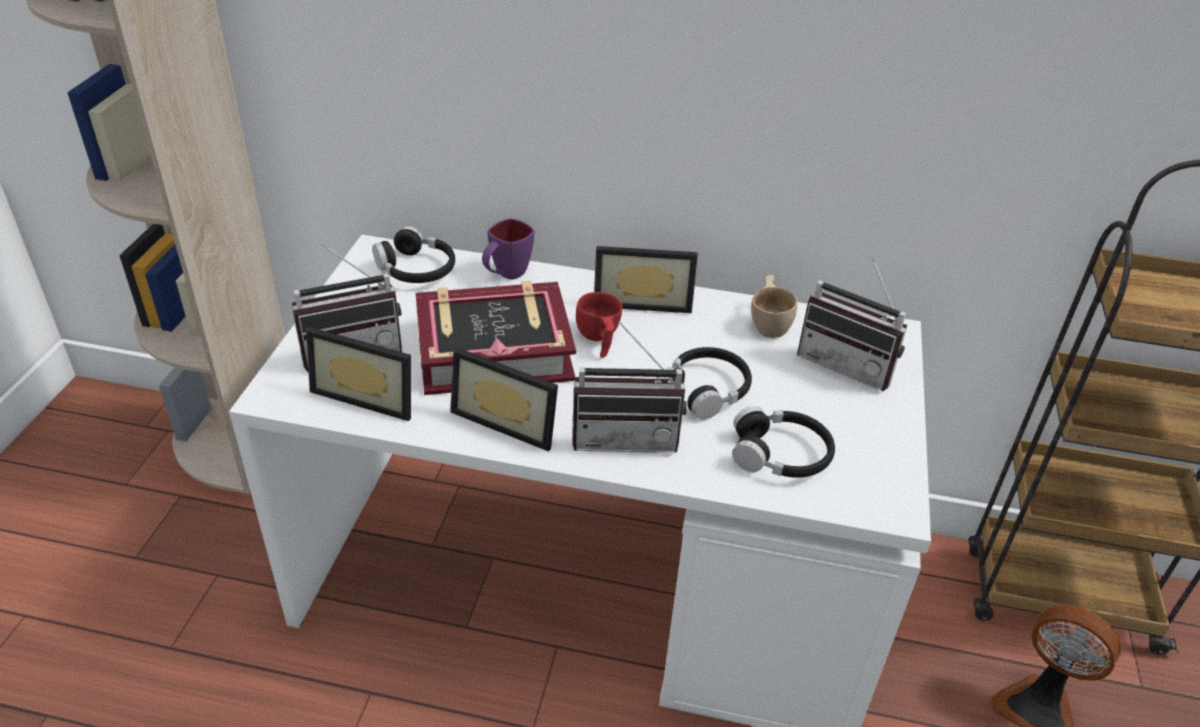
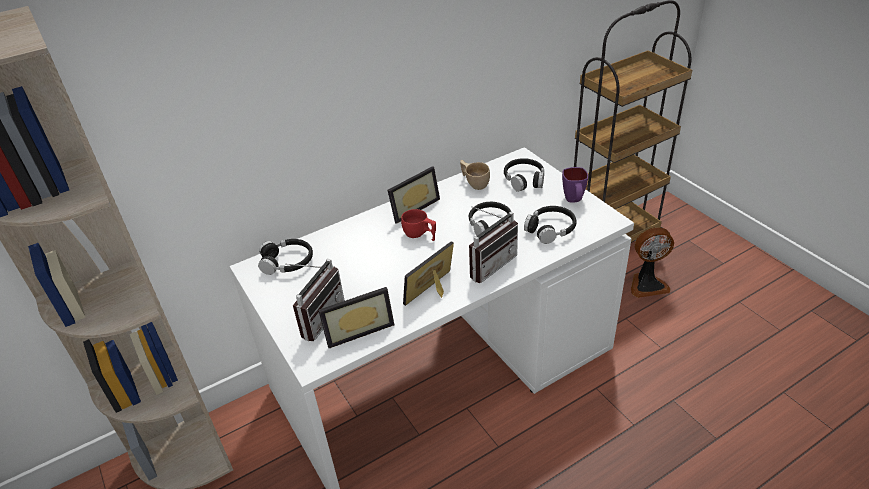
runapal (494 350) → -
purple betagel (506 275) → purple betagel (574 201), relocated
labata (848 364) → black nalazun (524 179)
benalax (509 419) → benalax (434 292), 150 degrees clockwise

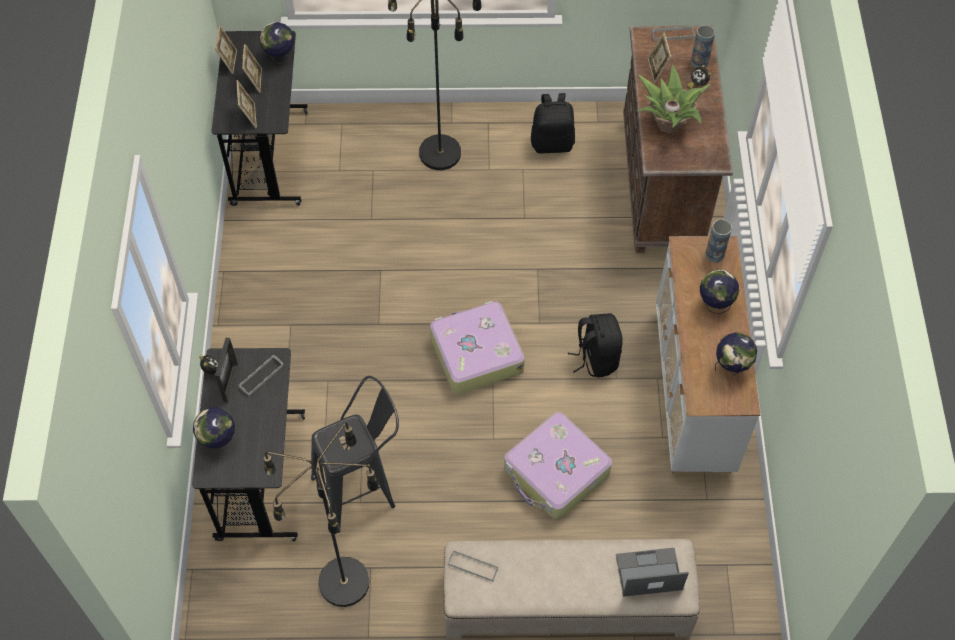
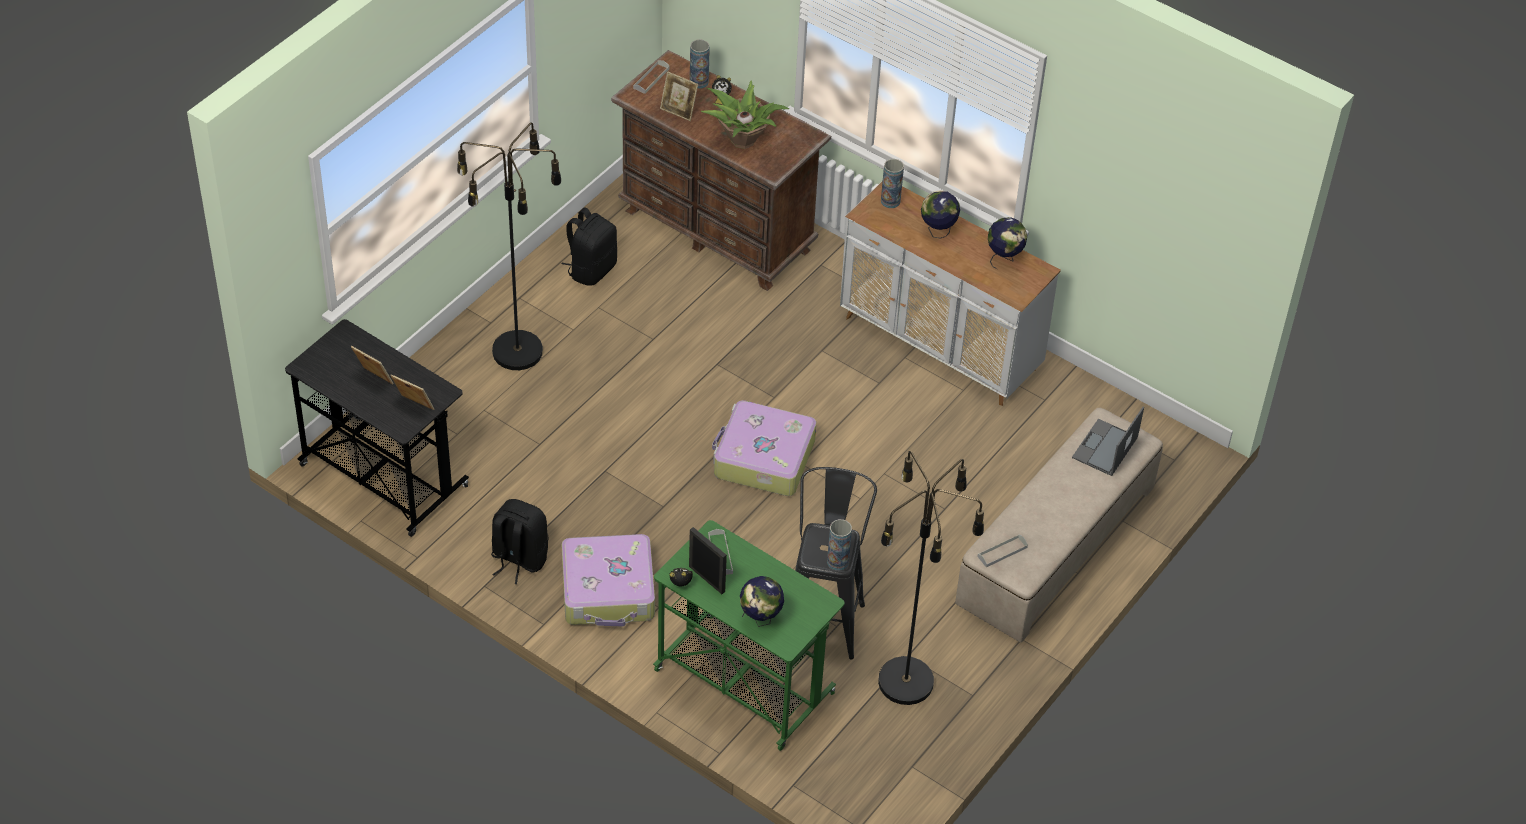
benalax (228 61) → -
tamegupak (280 57) → -
- → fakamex (837 562)
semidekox (556 473) → semidekox (609 591), relocated
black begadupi (596 358) → black begadupi (518 559), relocated
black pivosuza (261 476) → green pivosuza (743 682)

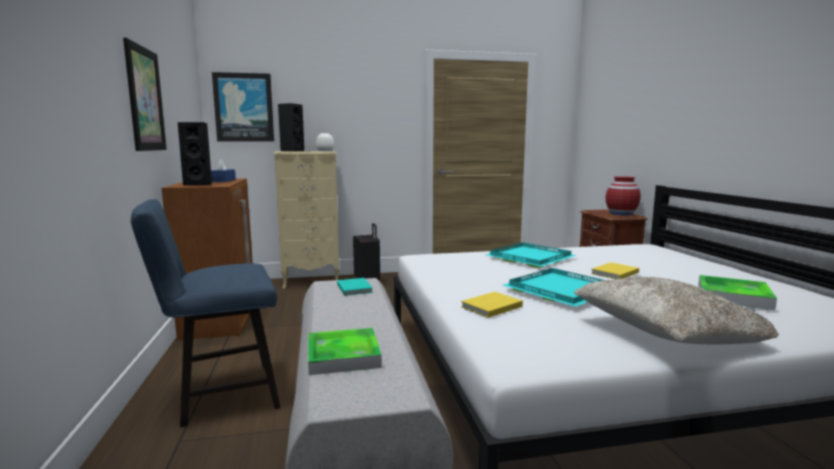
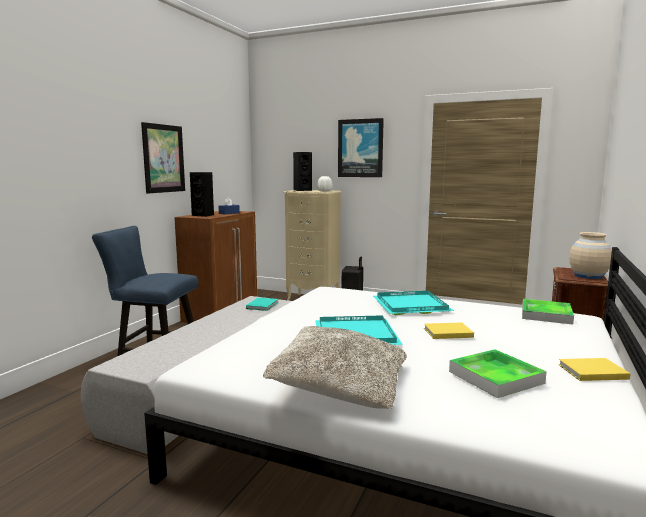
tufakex (244 107) → tufakex (360 148), relocated
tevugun (343 355) → tevugun (546 315), relocated
yellow runapal (490 307) → yellow runapal (590 371), relocated
red fakamex (621 213) → beige fakamex (588 276)

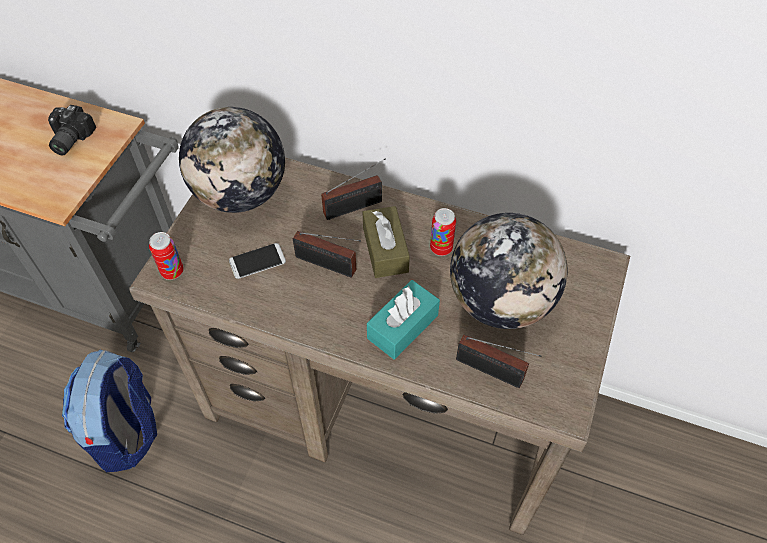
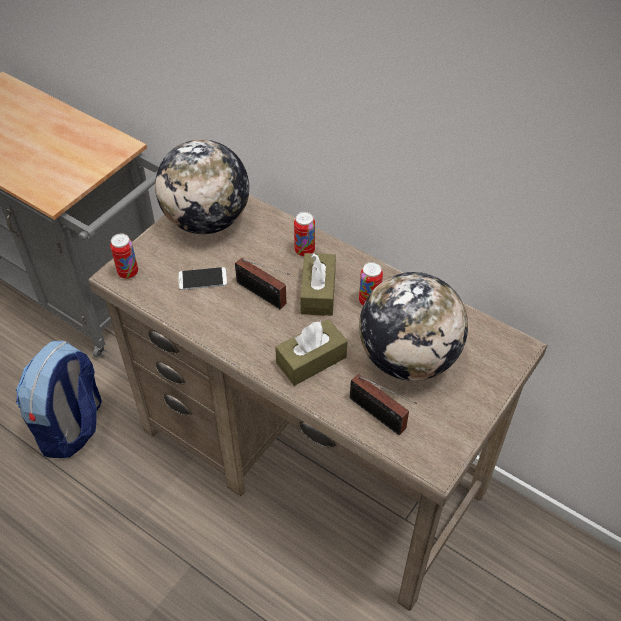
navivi (68 139) → -
labata (356 207) → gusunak (304 251)
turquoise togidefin (402 326) → brown togidefin (311 360)

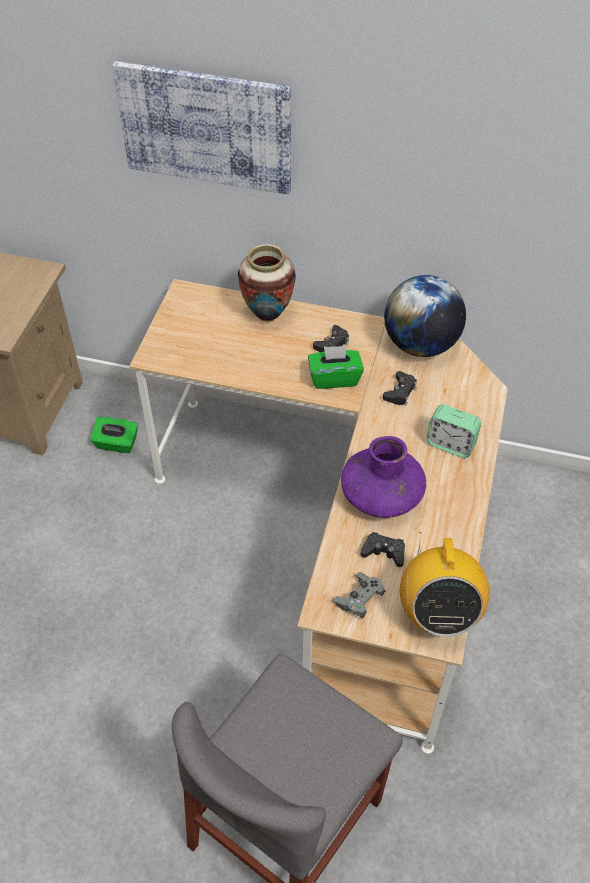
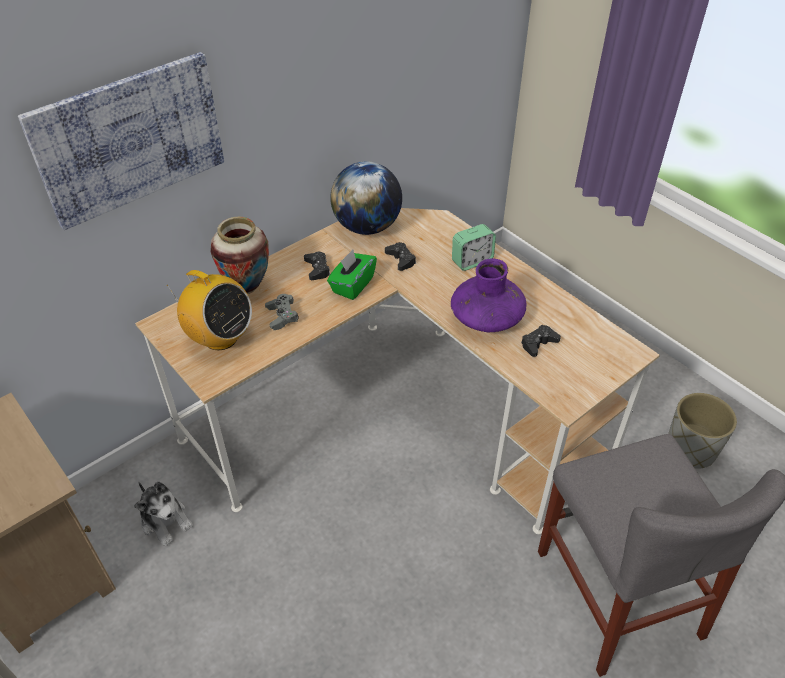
- → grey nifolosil (690 449)
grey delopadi (359 599) → grey delopadi (282 317), relocated
labata (438 613) → labata (220 338), relocated
green togidefin (116 444) → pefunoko (165 520)

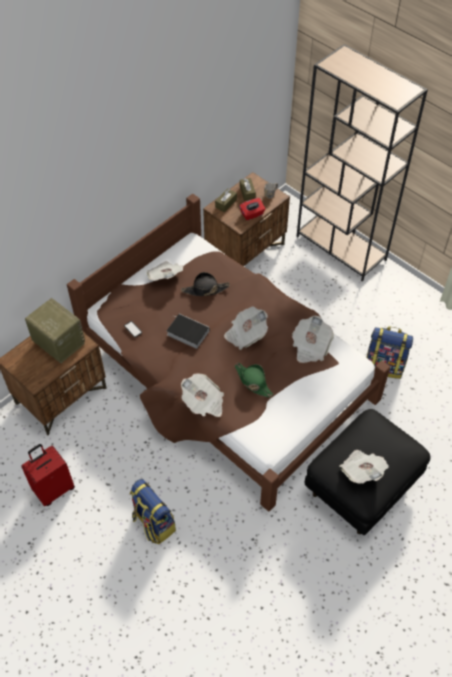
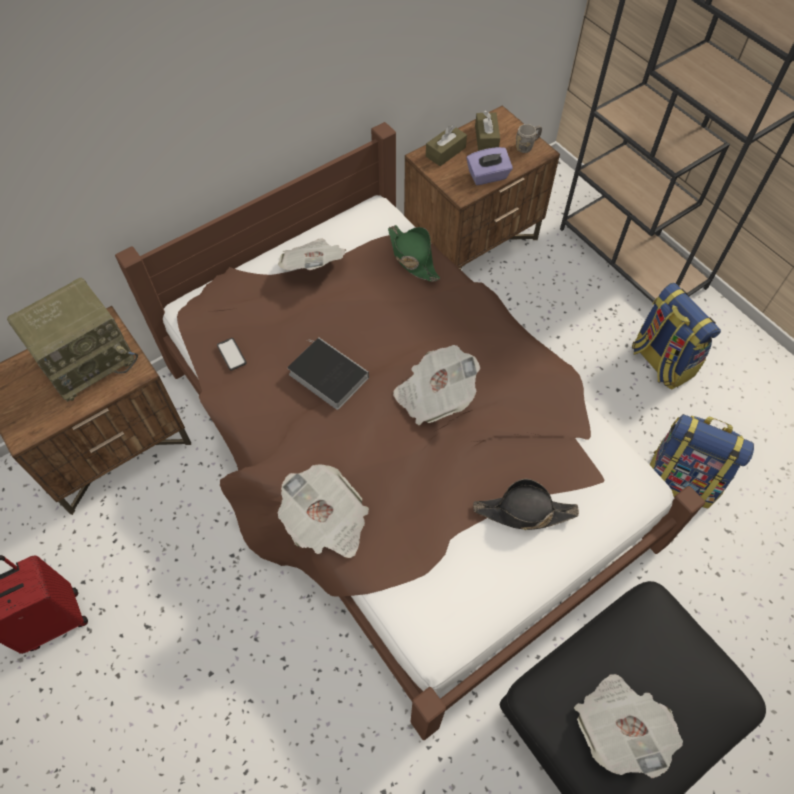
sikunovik (310 347) → -
begadupi (153 523) → begadupi (660 361), relocated
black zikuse (205 289) → black zikuse (524 512), relocated
green zikuse (253 382) → green zikuse (412 257), relocated
red togidefin (252 214) → purple togidefin (488 176)
labata (58 342) → labata (88 360), 90 degrees clockwise

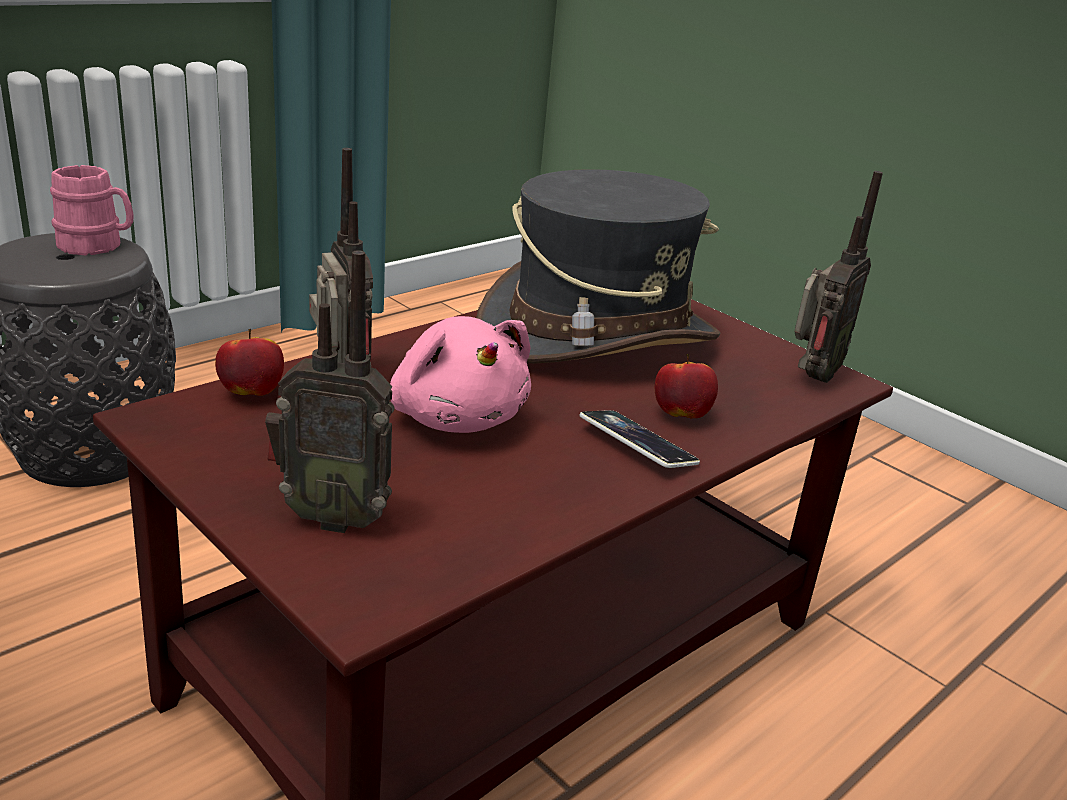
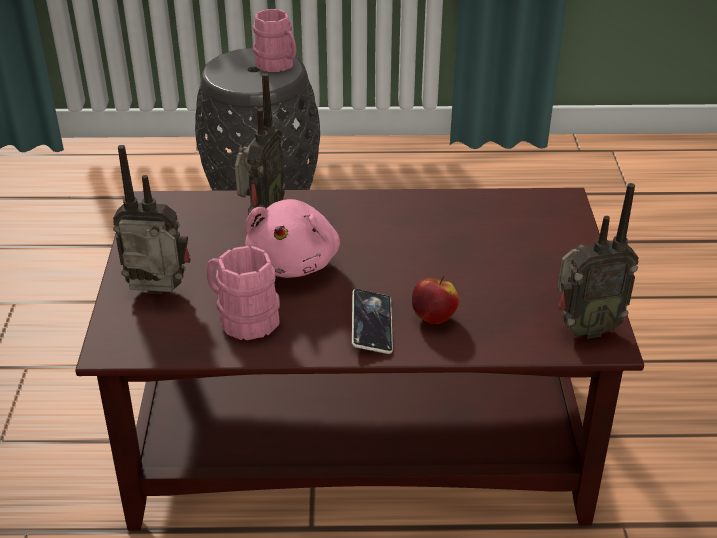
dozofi (251 393) → -
grey zikuse (597 336) → -
- → pink betagel (242 318)
labata (333 516) → labata (158 295), 135 degrees clockwise

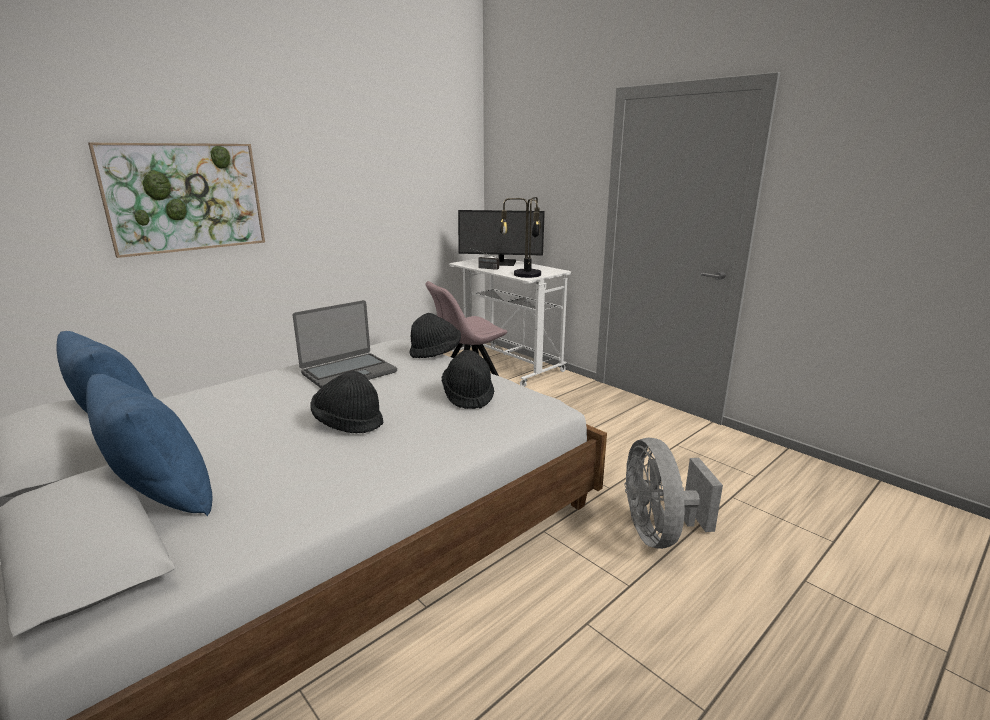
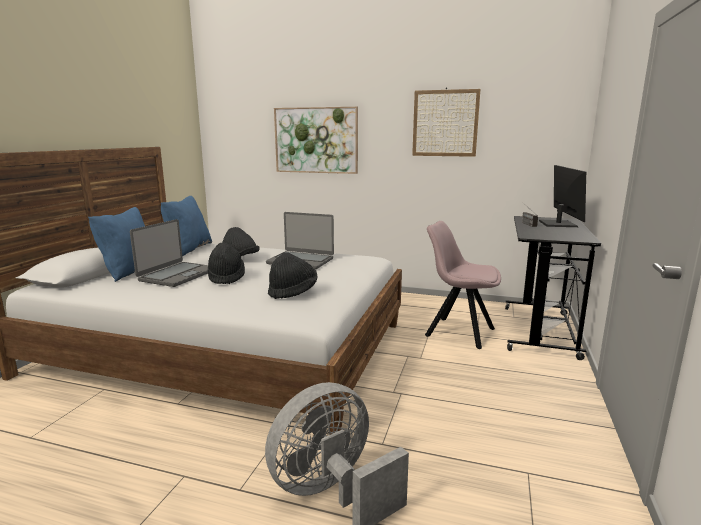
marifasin (526 274) → -
- → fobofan (177 275)
- → tufakex (445 122)
black zikuse (435 353) → black zikuse (240 259), relocated
white pivosuza (507 364) → black pivosuza (539 331)
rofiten (501 263) → rofiten (559 224), 150 degrees counterclockwise

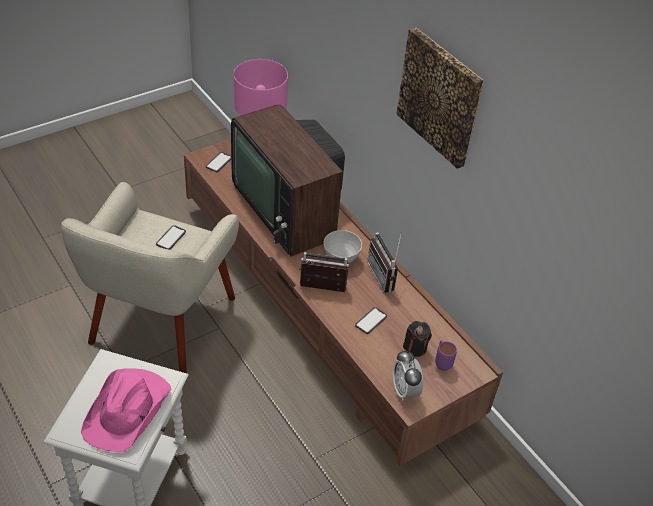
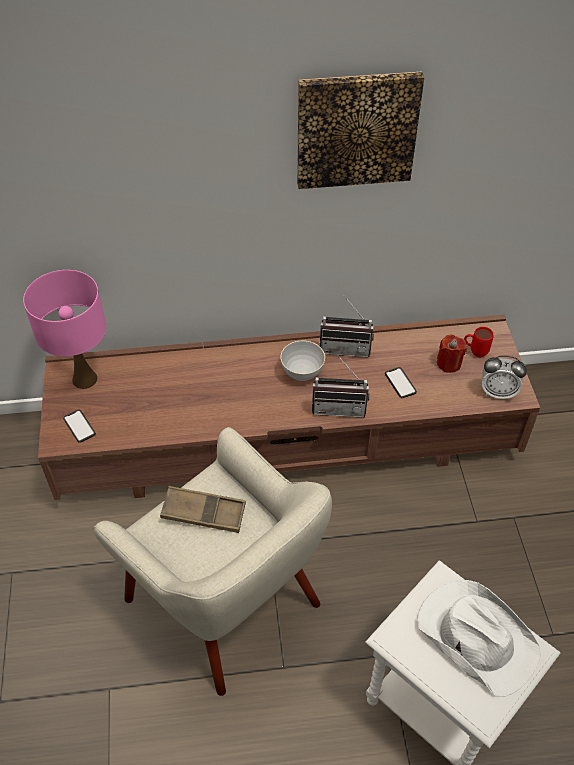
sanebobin (289 206) → -
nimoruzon (171 238) → brown tevugun (204 513)
pink zikuse (128 410) → white zikuse (475 636)
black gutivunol (415 347) → red gutivunol (449 363)
purple betagel (442 362) → red betagel (475 352)
labata (321 290) → labata (339 406), 120 degrees counterclockwise

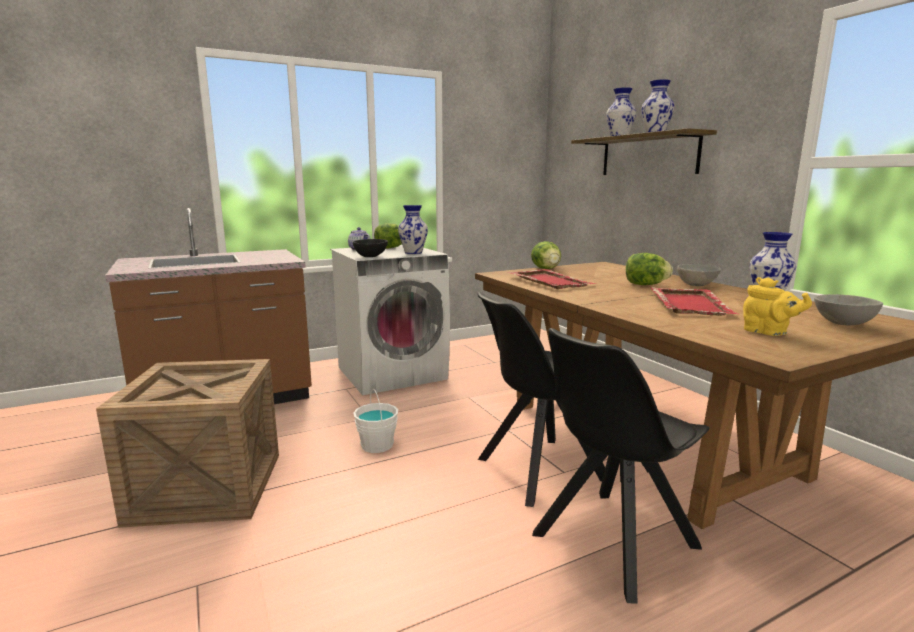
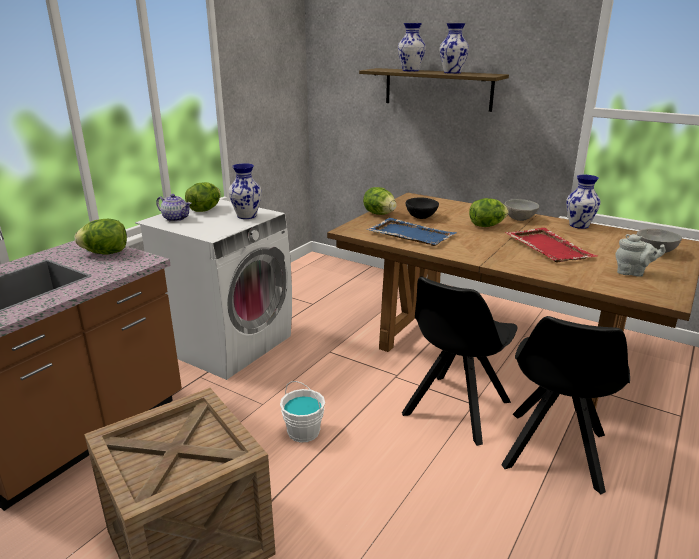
- → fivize (106 253)
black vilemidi (371 257) → black vilemidi (421 217), relocated
red tevugun (549 281) → blue tevugun (410 234)
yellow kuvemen (768 333) → grey kuvemen (632 273)

